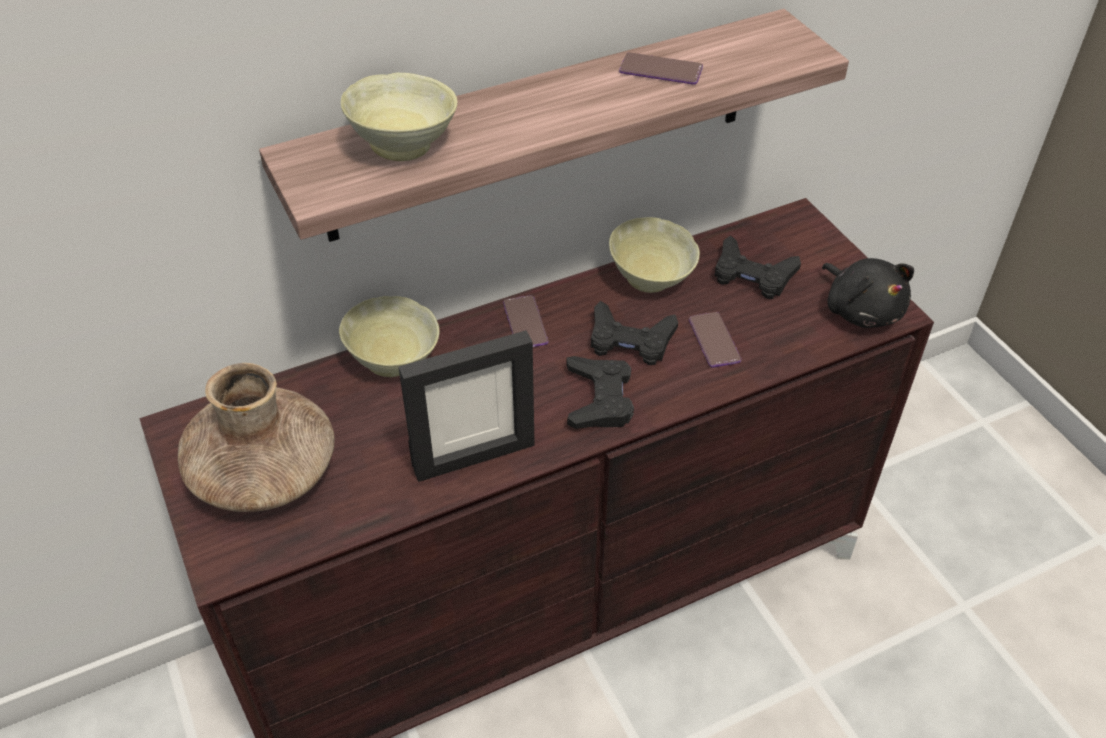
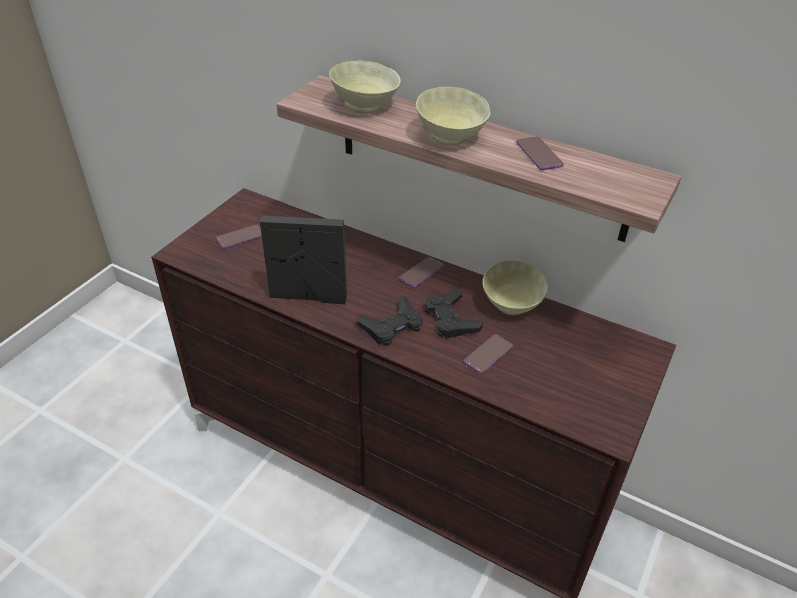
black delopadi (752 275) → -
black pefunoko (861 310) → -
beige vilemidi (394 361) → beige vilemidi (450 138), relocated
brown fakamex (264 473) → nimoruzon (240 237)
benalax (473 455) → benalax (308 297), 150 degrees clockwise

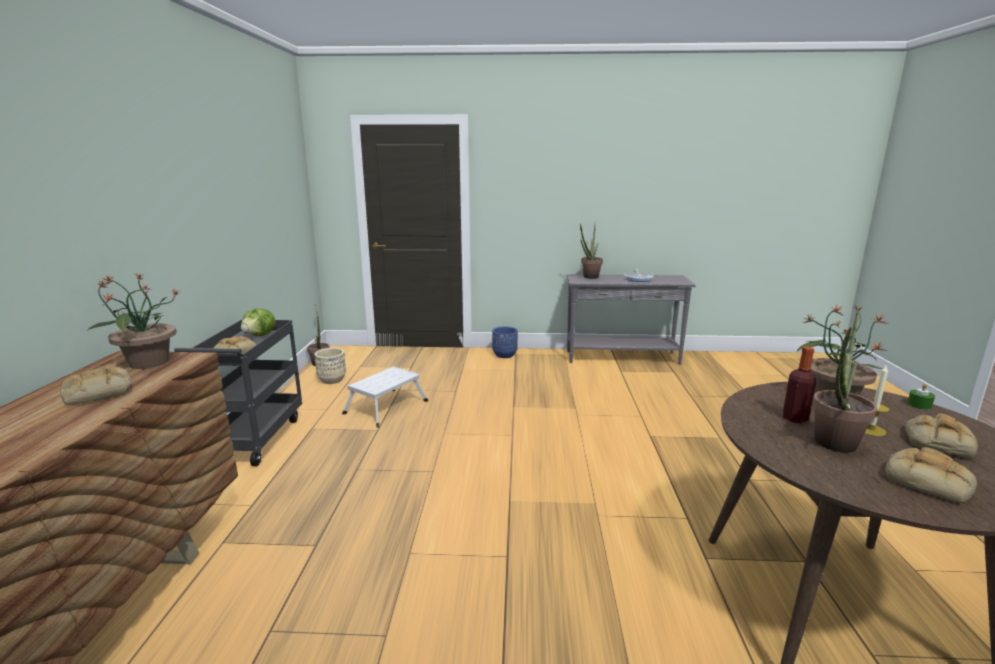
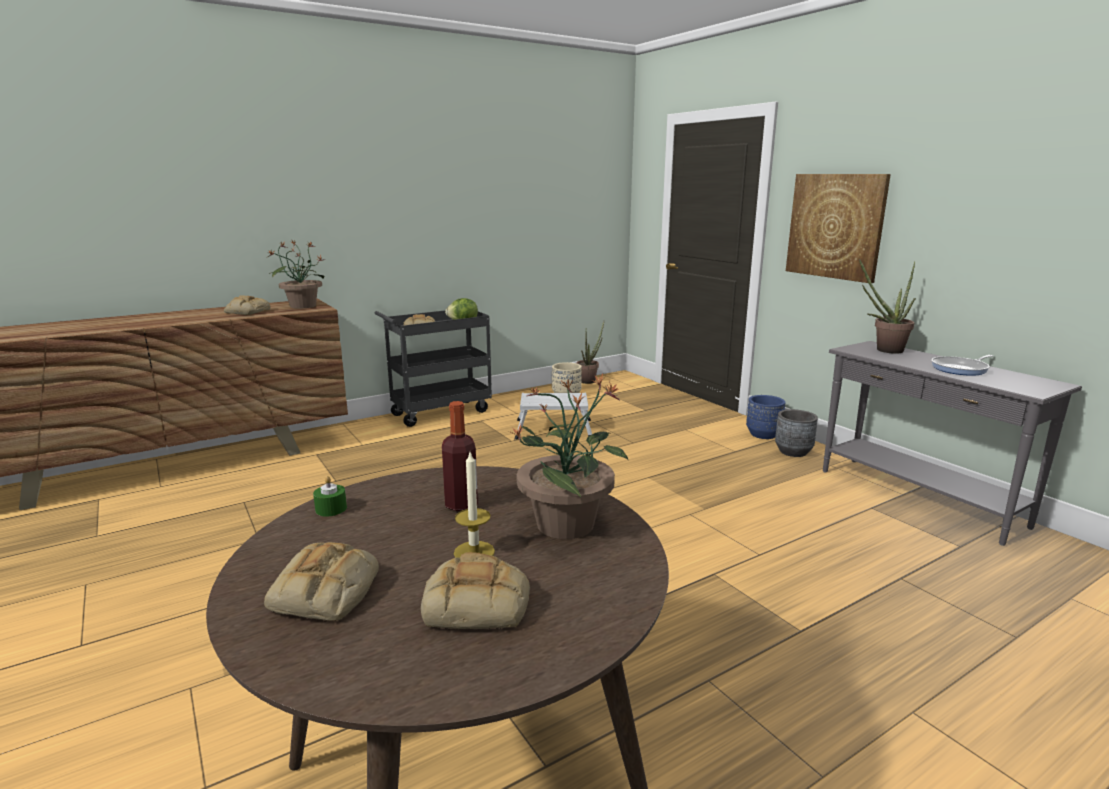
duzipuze (833 446) → -
- → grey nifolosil (793 452)
- → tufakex (835 226)
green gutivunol (919 405) → green gutivunol (331 509), relocated

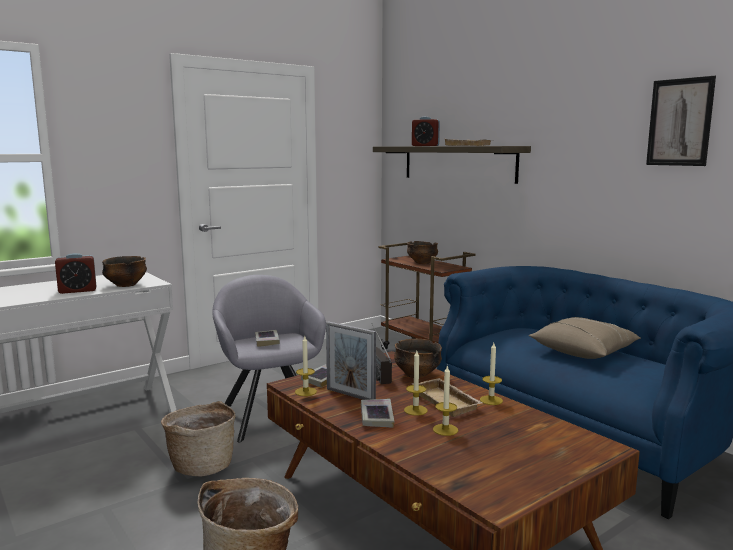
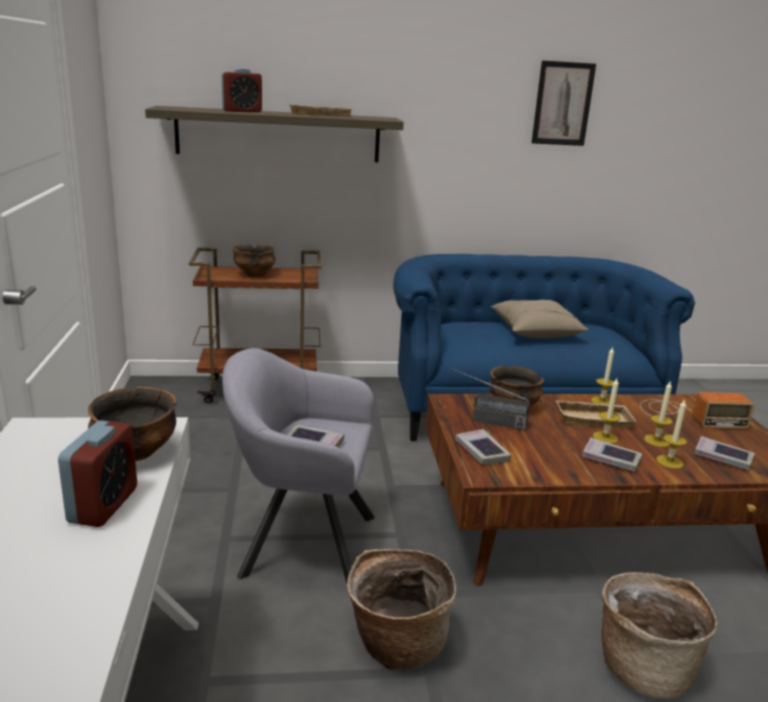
benalax (350 395) → -
- → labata (687 414)
- → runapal (722 458)
gutivunol (305 391) → gutivunol (669 462), relocated

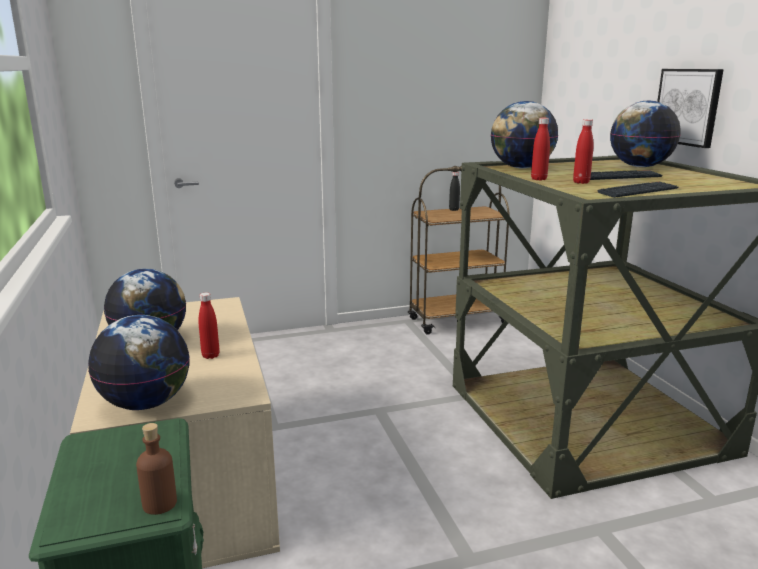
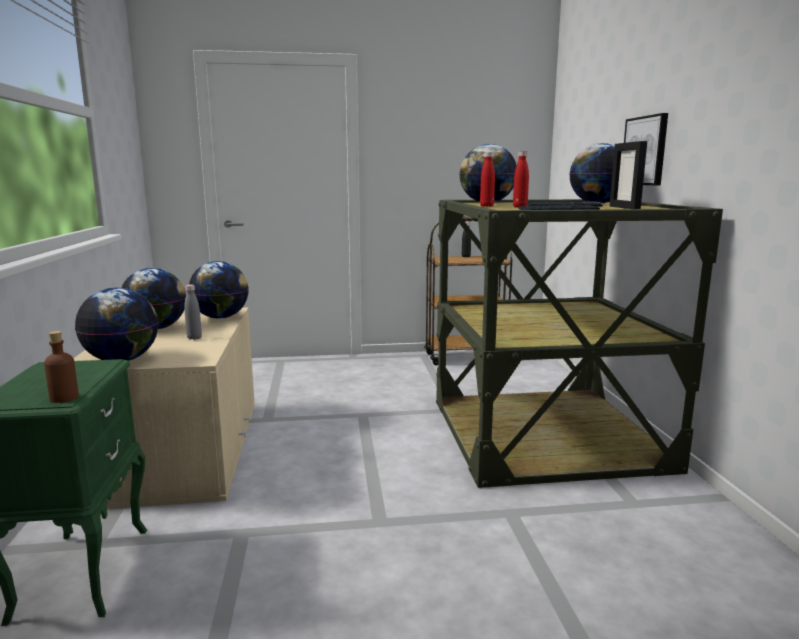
- → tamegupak (221 317)
- → benalax (625 207)
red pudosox (210 356) → grey pudosox (194 338)

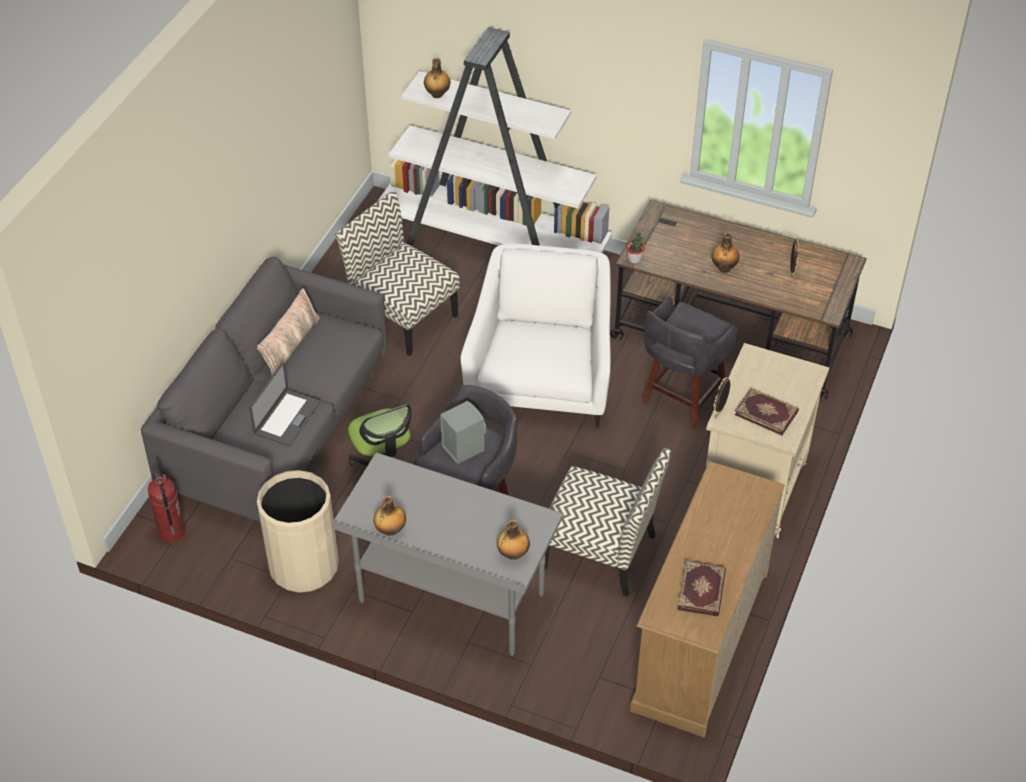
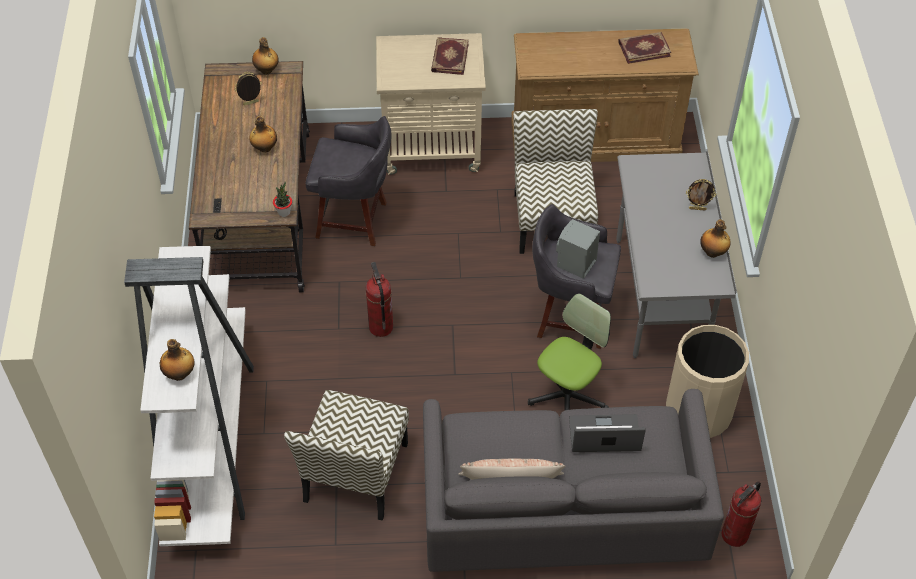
pudosox (513 554) → pudosox (266 70), relocated
benalax (720 413) → benalax (697 208), relocated
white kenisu (541 377) → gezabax (381 327)

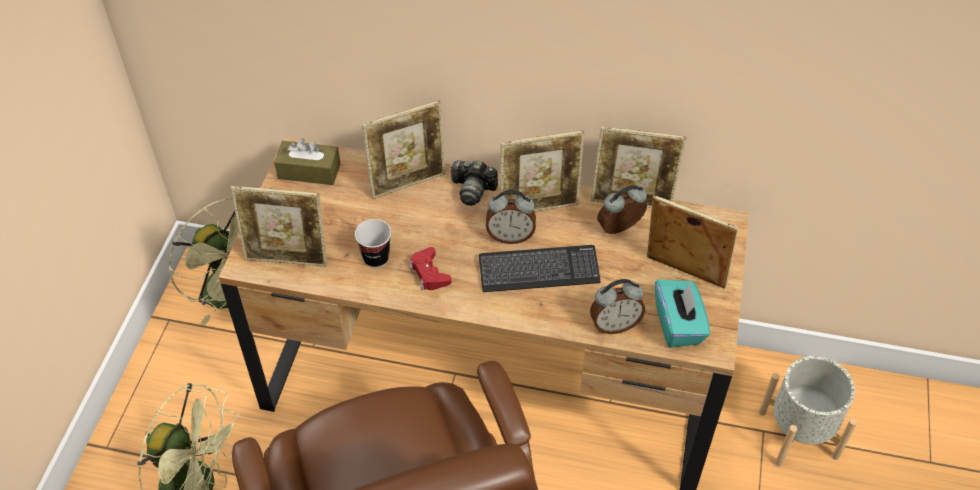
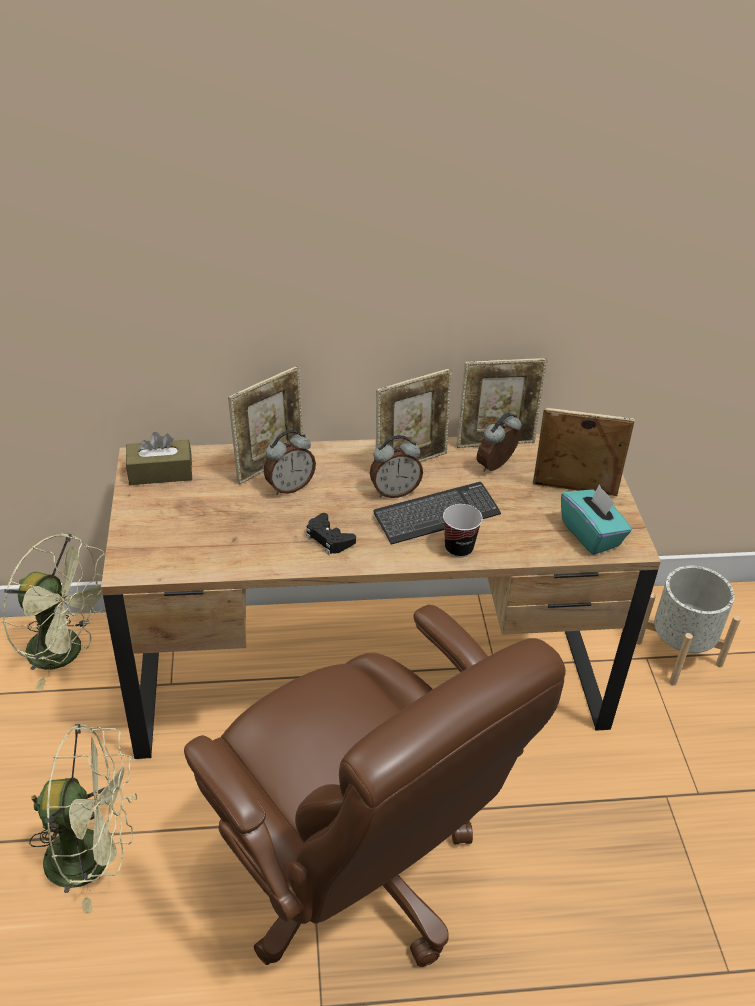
benalax (287 259) → -
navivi (473 190) → -
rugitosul (376 258) → rugitosul (458 548), relocated
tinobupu (614 325) → tinobupu (289 487), relocated
red delopadi (429 273) → black delopadi (329 539)

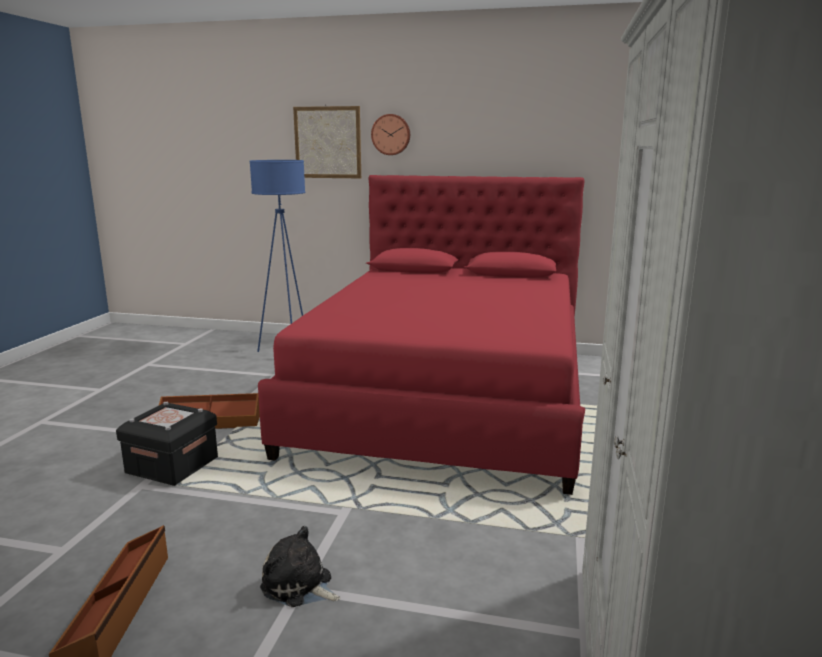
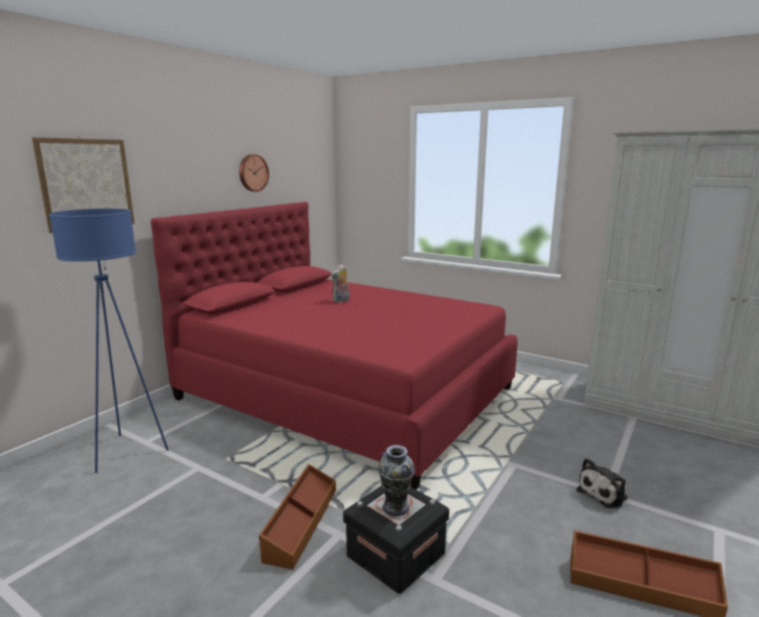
- → pefunoko (341 301)
- → fakamex (395 507)
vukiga (391 134) → vukiga (252 173), relocated

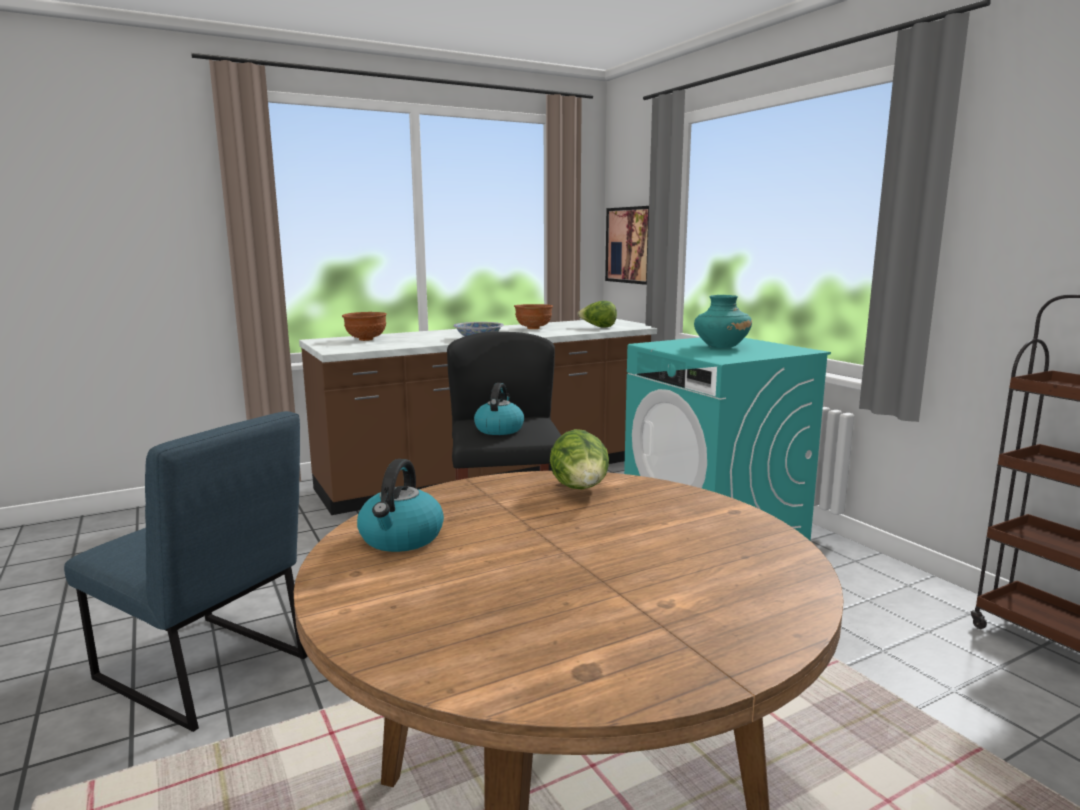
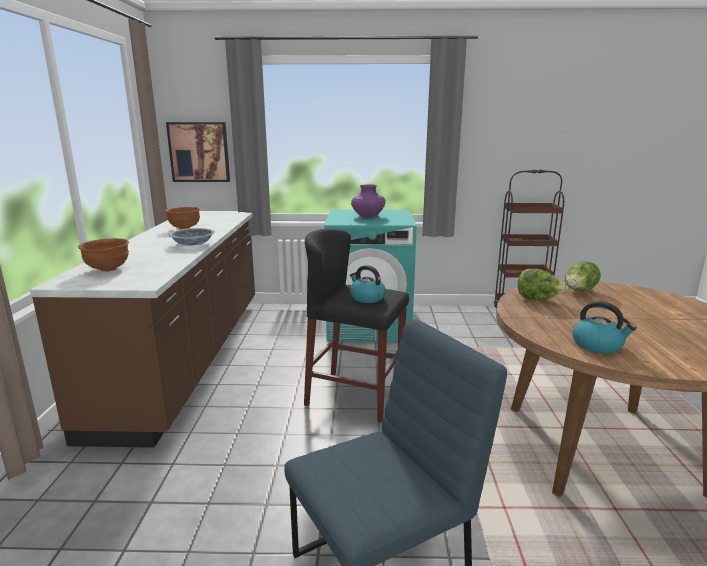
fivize (598 327) → fivize (579 292), relocated
turquoise fakamex (721 347) → purple fakamex (368 216)

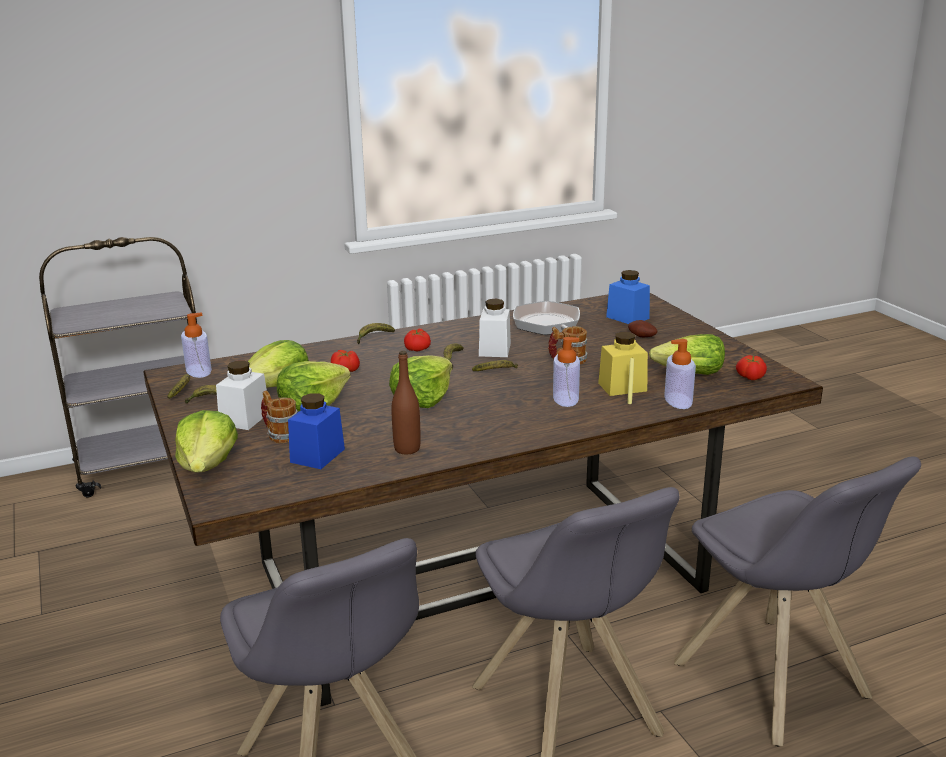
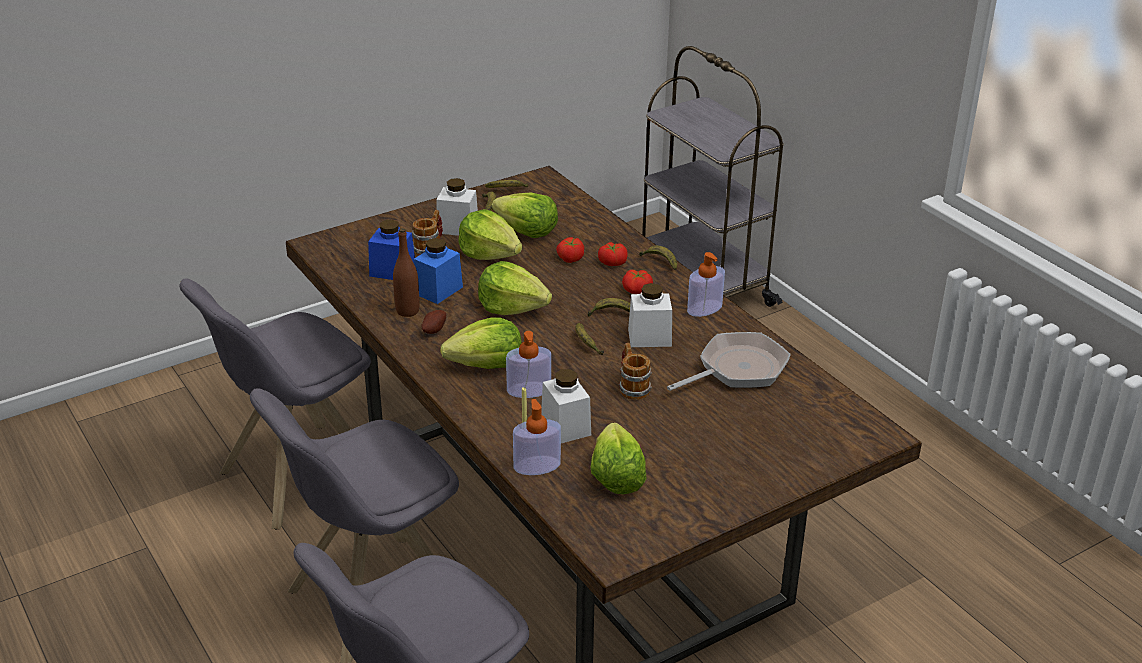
fivize (208 465) → fivize (486 364), relocated
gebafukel (198 371) → gebafukel (704 308), relocated
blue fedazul (627 317) → blue fedazul (438 290), relocated
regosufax (641 337) → regosufax (433 329), relocated
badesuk (750 377) → badesuk (612 262), relocated
yellow fedazul (622 387) → white fedazul (566 426)

